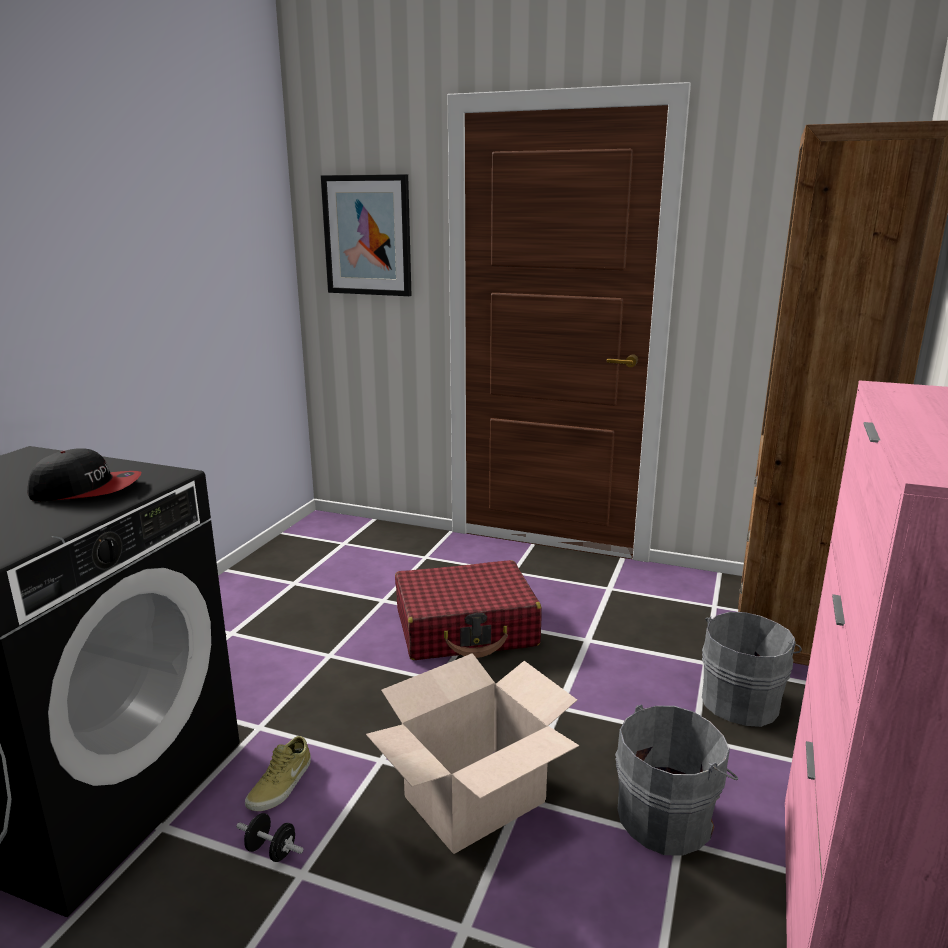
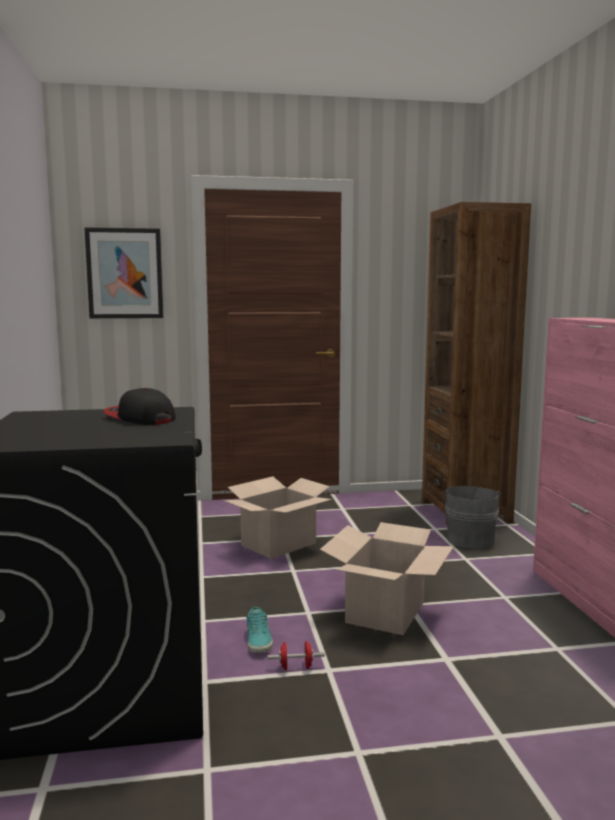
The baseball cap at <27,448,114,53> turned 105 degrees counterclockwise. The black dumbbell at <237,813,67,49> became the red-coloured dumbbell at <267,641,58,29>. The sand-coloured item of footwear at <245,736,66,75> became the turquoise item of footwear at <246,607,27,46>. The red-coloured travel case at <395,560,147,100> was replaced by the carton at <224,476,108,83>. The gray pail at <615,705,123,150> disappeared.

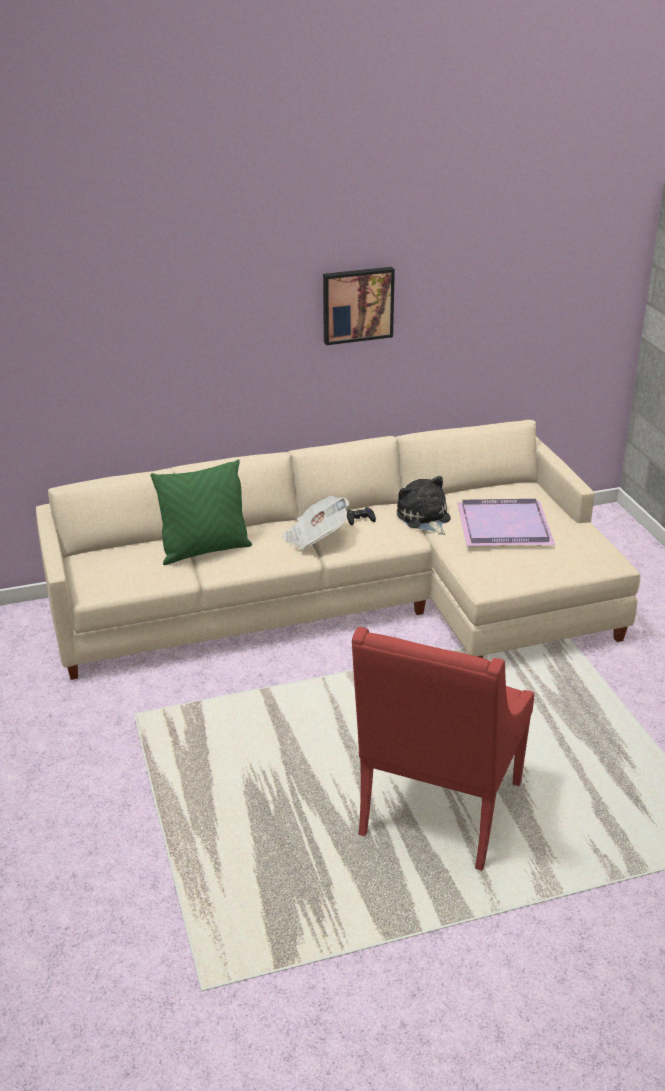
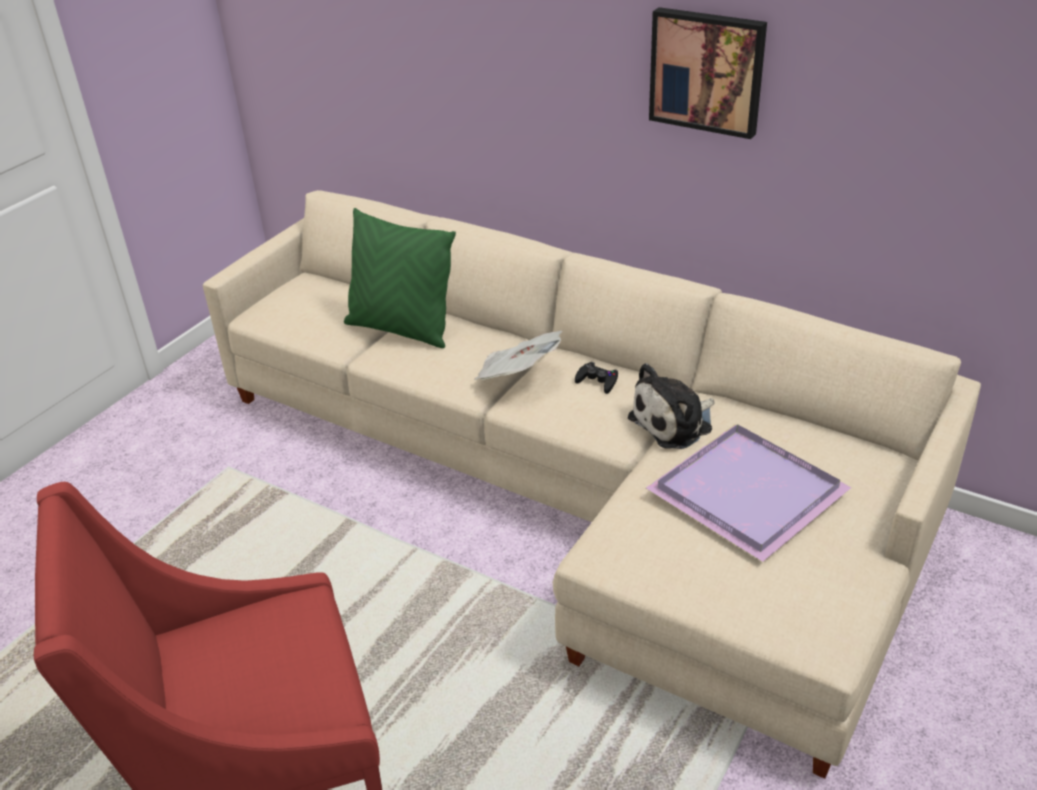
The plush toy at <397,476,54,59> turned 150 degrees counterclockwise.

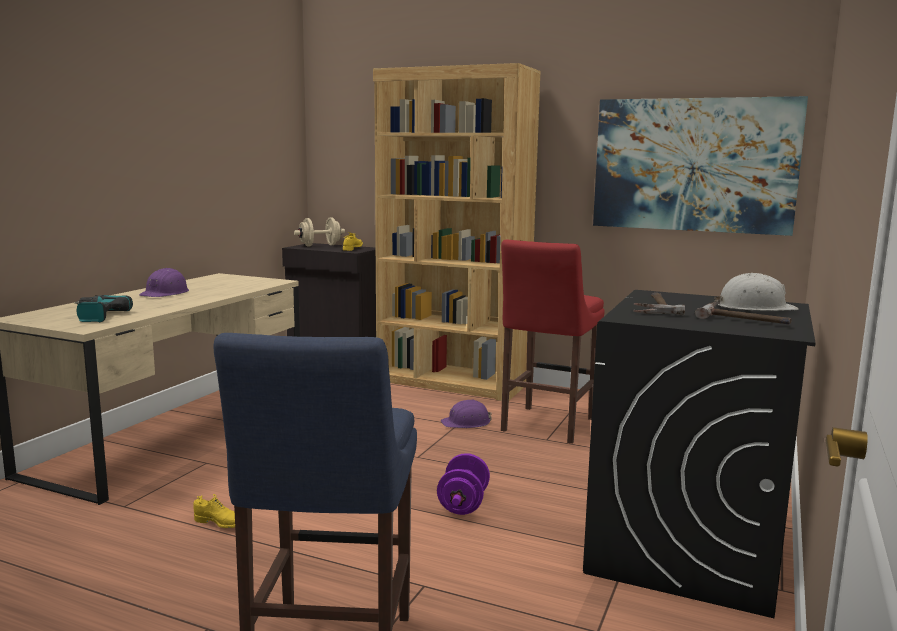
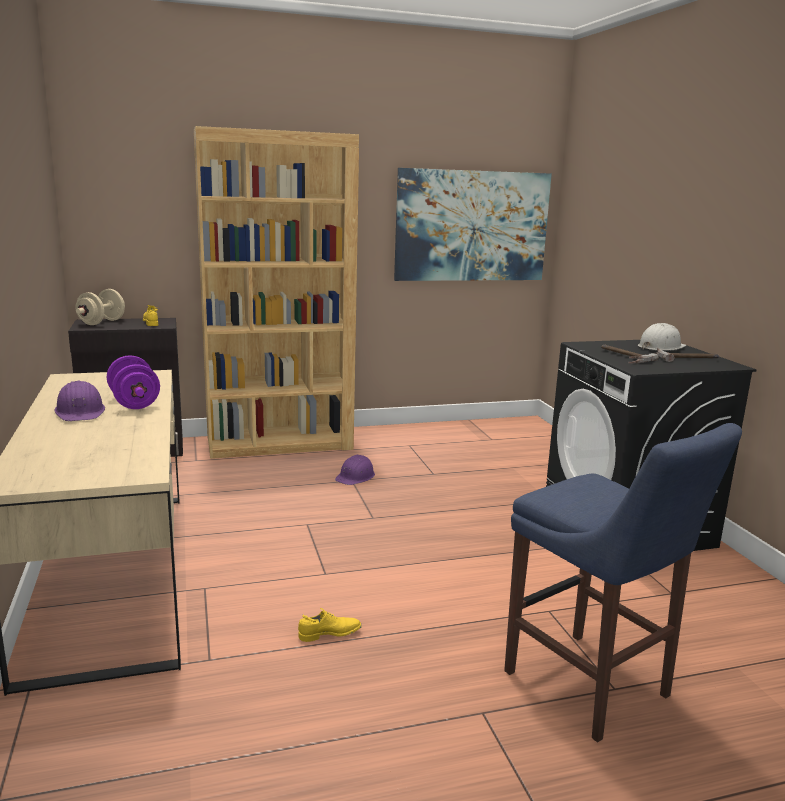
The power drill at <75,295,58,28> disappeared. The purple-coloured dumbbell moved from <437,453,53,62> to <107,355,53,54>. The red-coloured sitting stool at <501,240,104,204> disappeared.

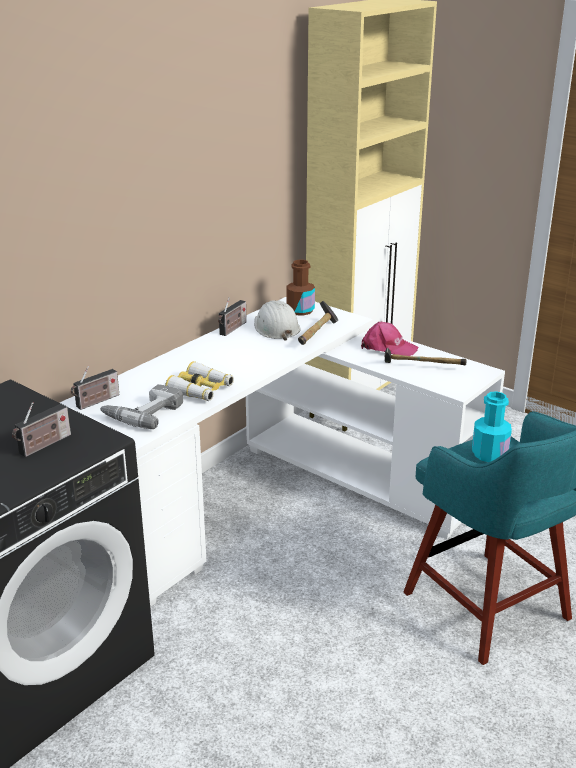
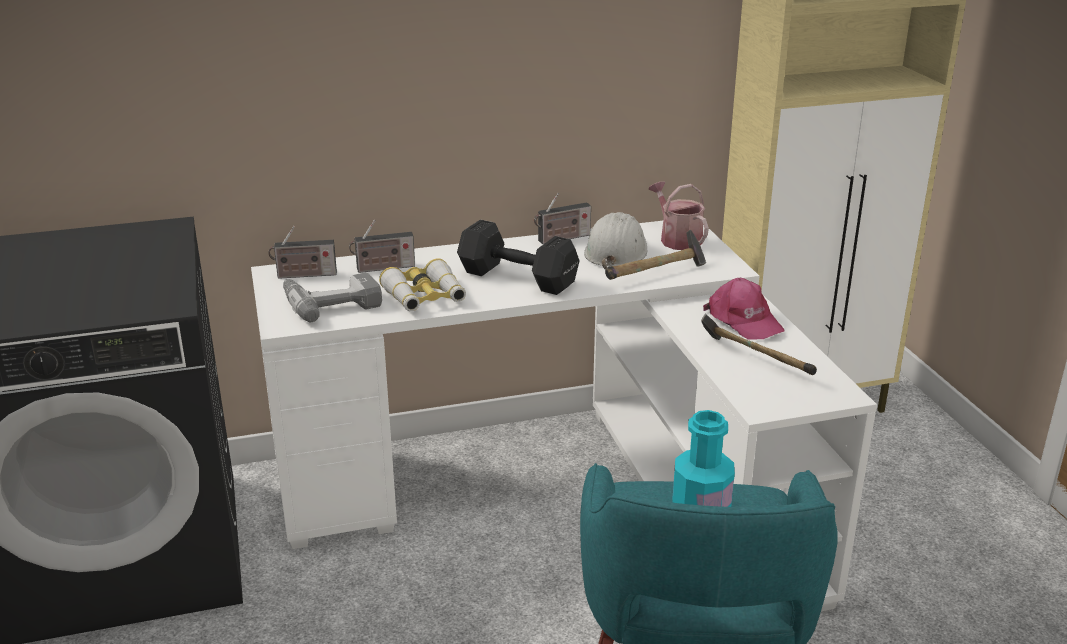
The radio receiver moved from <12,402,59,55> to <349,220,66,53>. The brownish drink bottle at <286,259,29,57> was replaced by the watering pot at <649,182,60,68>. The black dumbbell at <457,220,123,75> appeared.

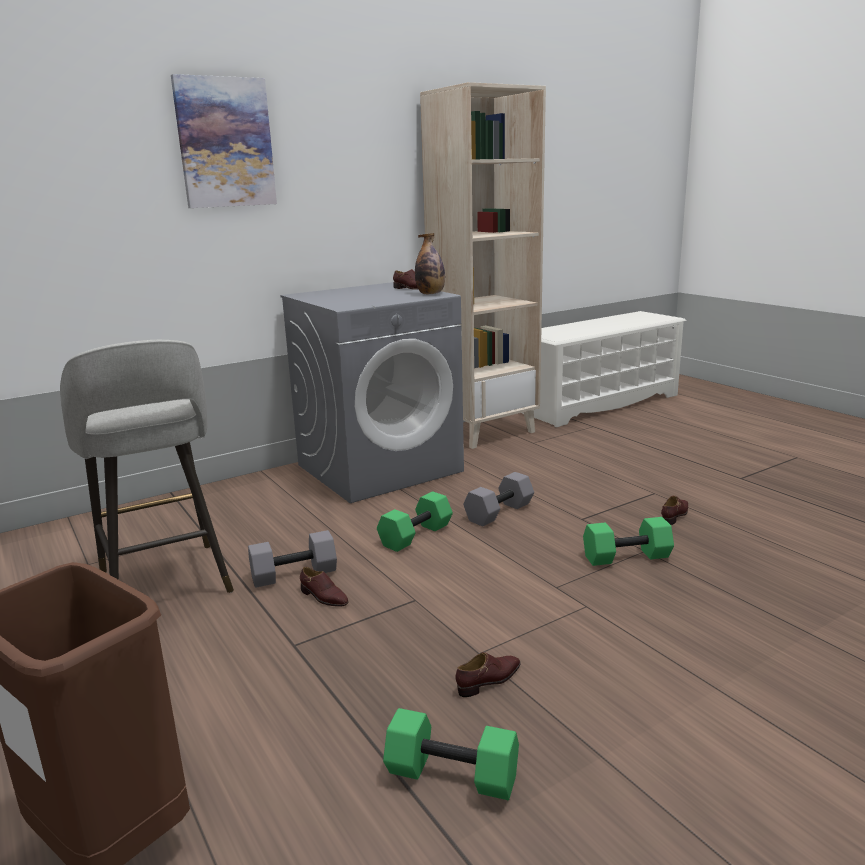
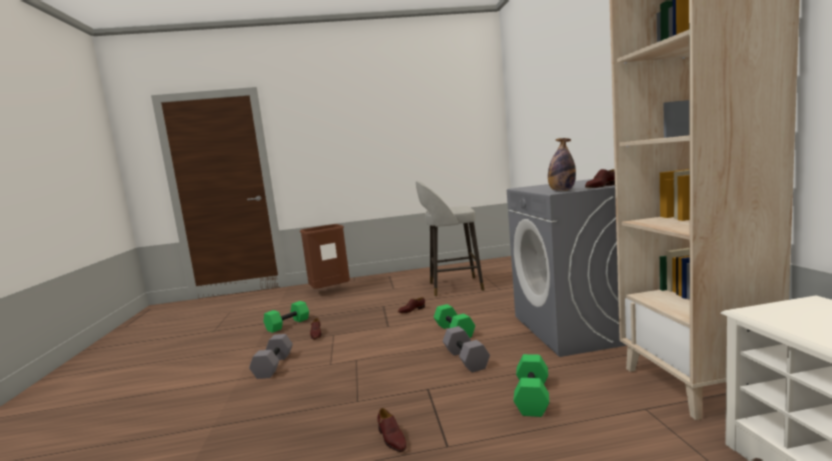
The picture at <171,74,106,134> disappeared. The gray dumbbell moved from <248,530,89,58> to <249,334,44,45>. The greenish dumbbell moved from <583,517,91,49> to <513,354,36,63>.

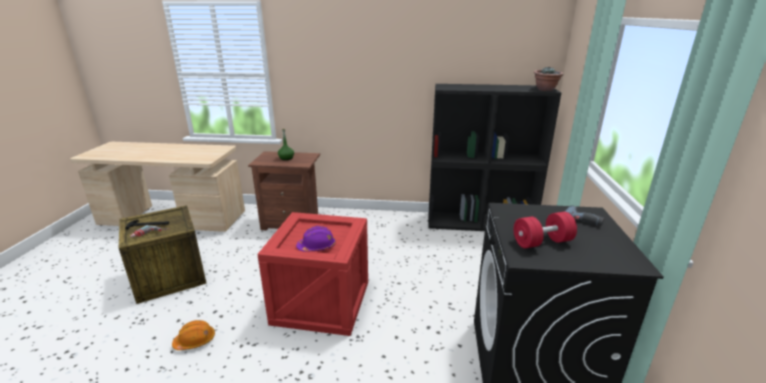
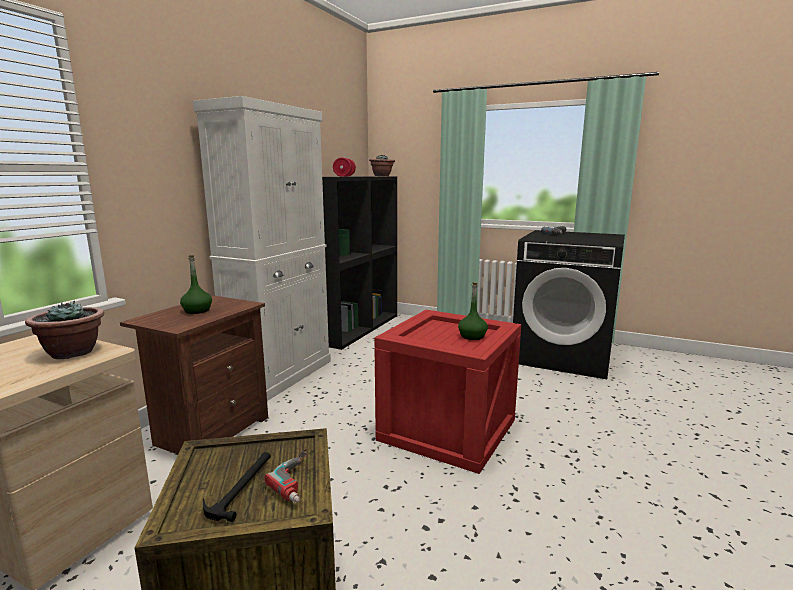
The orangey work helmet at <172,320,43,30> disappeared. The purple-coloured work helmet at <296,226,40,26> was replaced by the greenish drink bottle at <458,282,30,58>. The red-coloured dumbbell moved from <514,212,63,36> to <333,158,23,19>. The houseplant at <25,301,79,58> appeared. The whitish storage cabinet at <193,96,138,305> appeared.

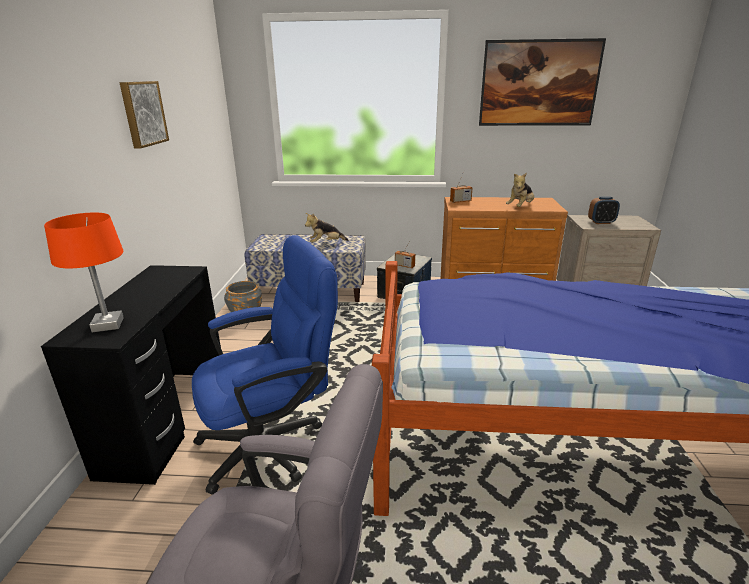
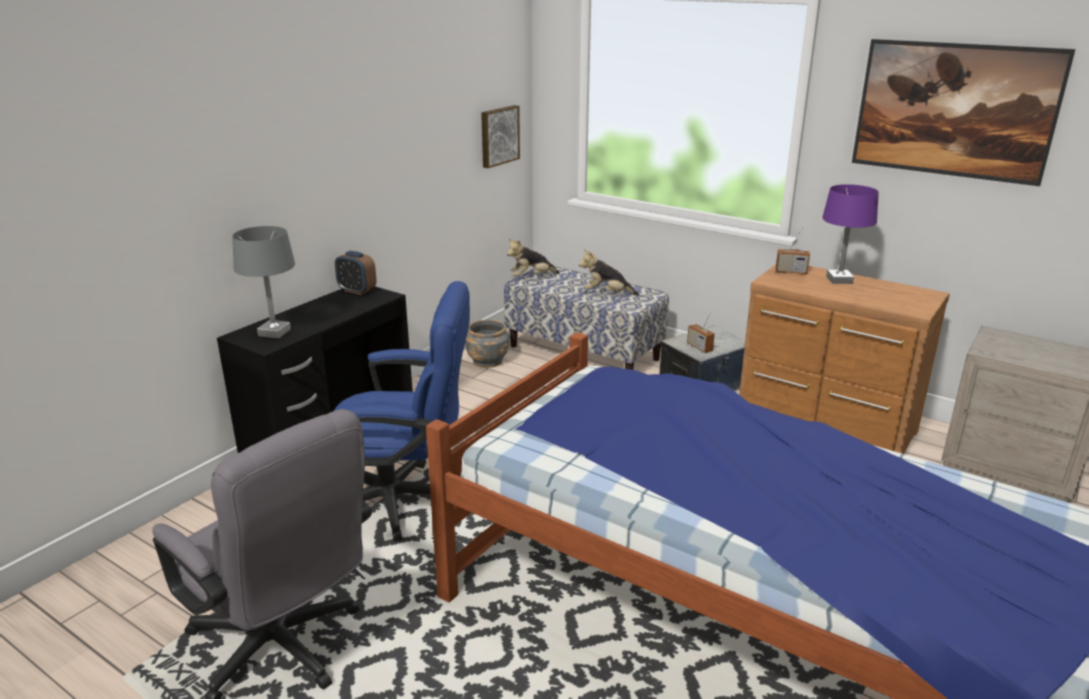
The orangey tabletop lamp at <44,213,80,119> became the gray tabletop lamp at <232,226,63,113>. The picture moved from <120,81,49,68> to <481,105,39,63>. The plush toy moved from <506,173,28,34> to <507,239,53,38>. The alarm clock moved from <588,196,32,28> to <335,251,41,44>. The purple-coloured tabletop lamp at <822,184,57,100> appeared.

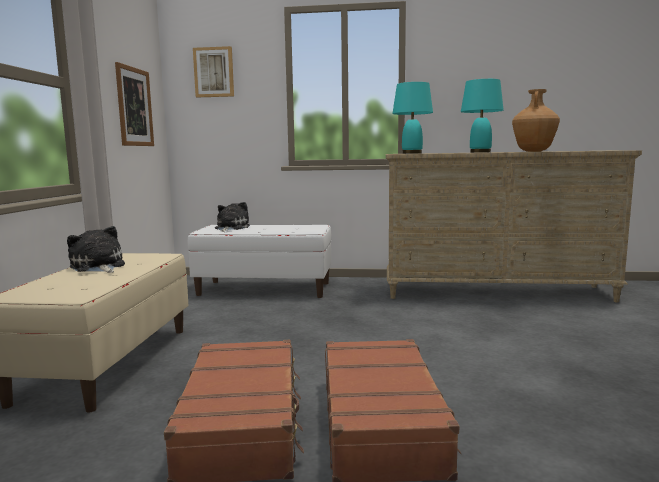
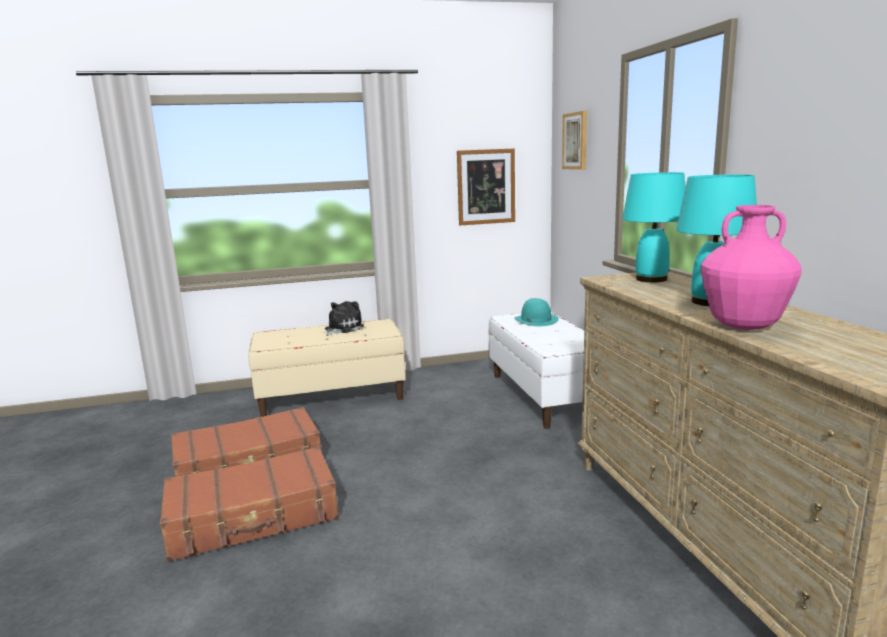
The plush toy at <215,202,35,30> was replaced by the turquoise wearable hat at <514,298,45,28>. The brownish vase at <512,89,48,63> became the pinkish vase at <701,205,101,125>.

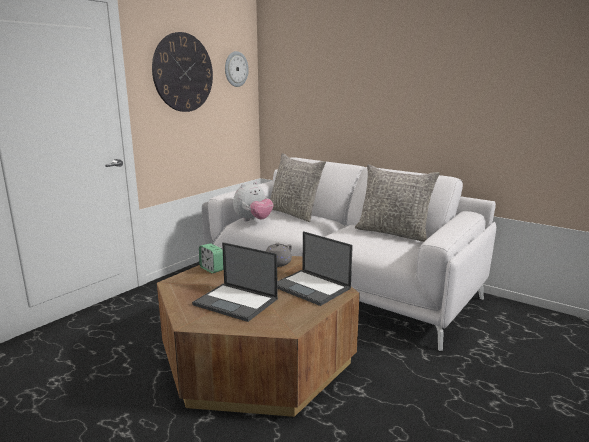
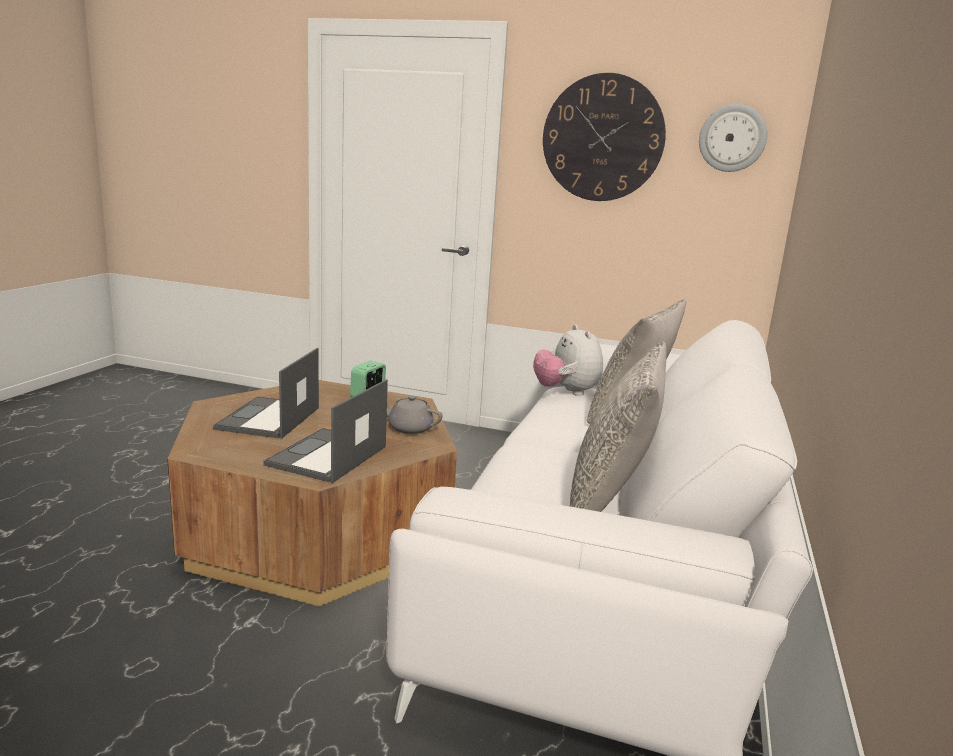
The plush toy at <233,181,40,40> turned 45 degrees clockwise.

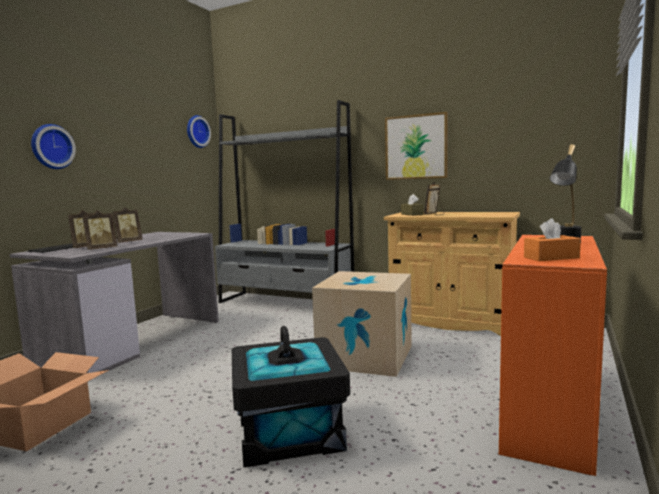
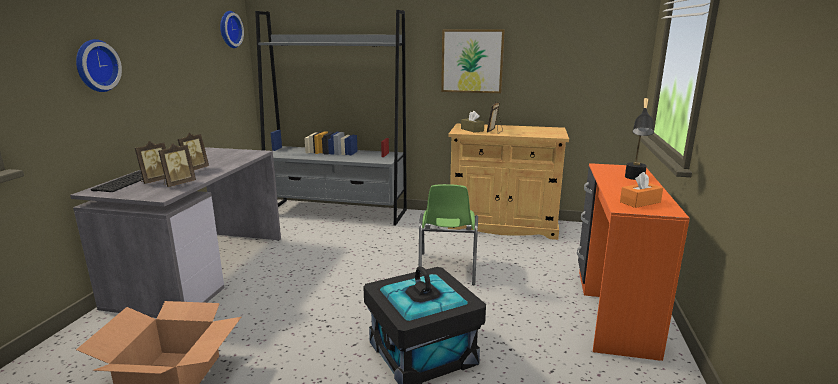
The carton at <312,271,100,106> was replaced by the greenish plain chair at <419,184,59,101>.

